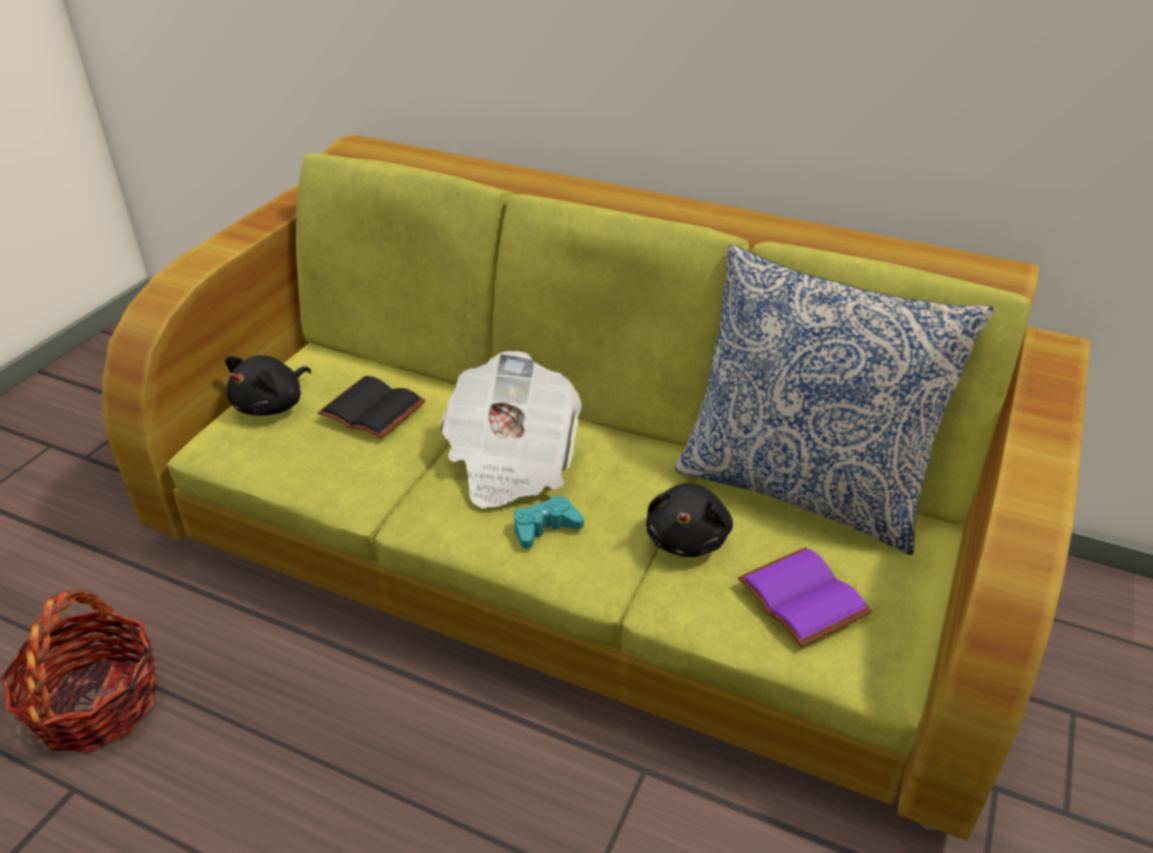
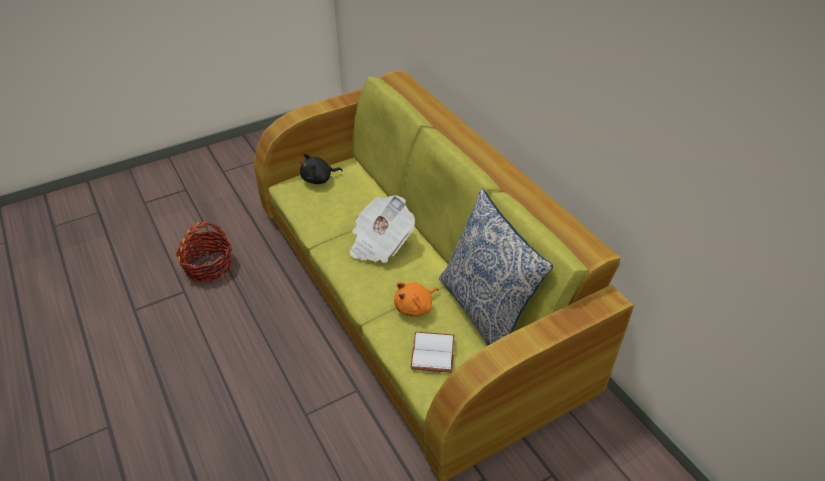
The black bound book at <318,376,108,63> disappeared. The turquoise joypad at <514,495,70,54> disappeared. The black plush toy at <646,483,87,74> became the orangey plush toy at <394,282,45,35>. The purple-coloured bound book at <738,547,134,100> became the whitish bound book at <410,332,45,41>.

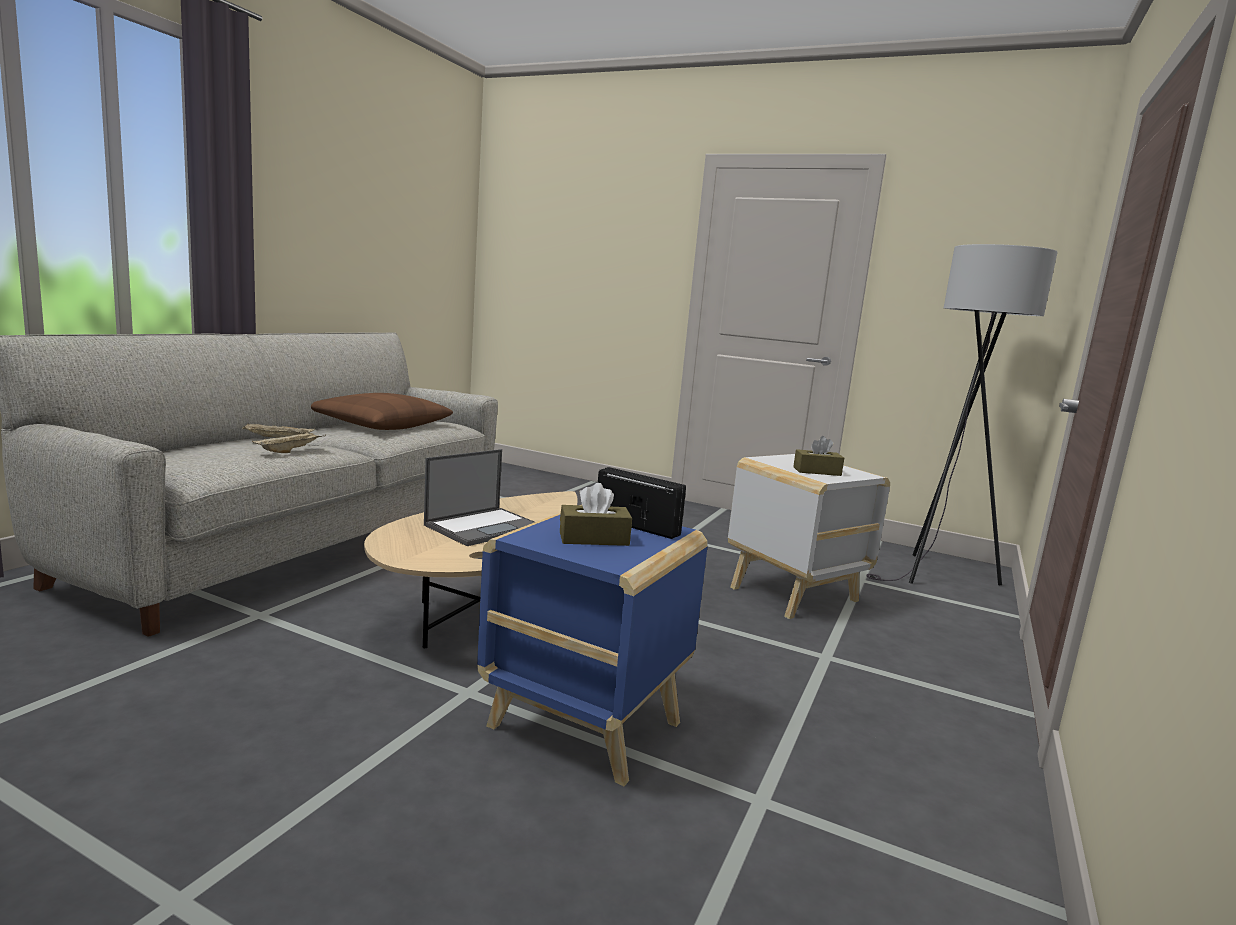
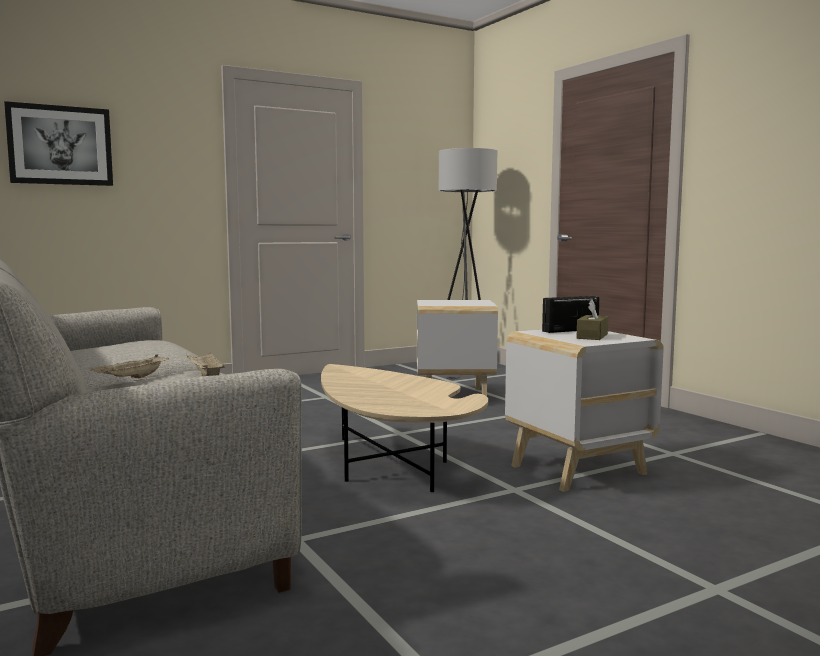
The brownish pillow at <311,393,142,37> disappeared. The notebook computer at <424,449,110,97> disappeared. The blue-coloured accent table at <477,513,231,273> became the whitish accent table at <505,329,159,163>. The brownish tissue box at <793,436,51,40> disappeared. The picture at <4,101,109,85> appeared.

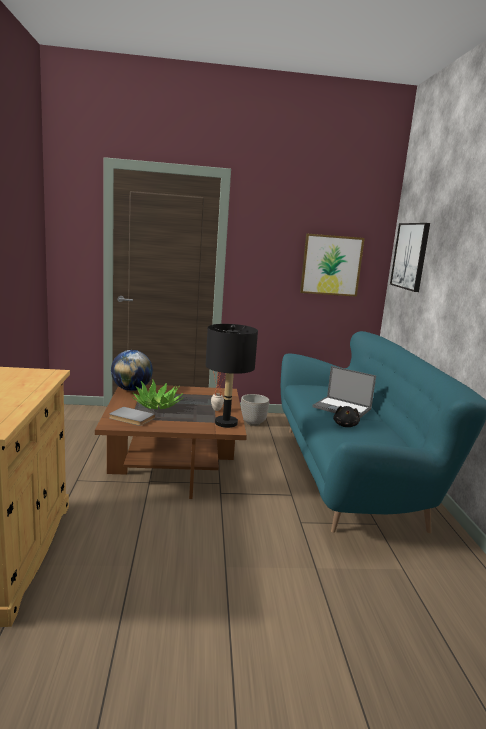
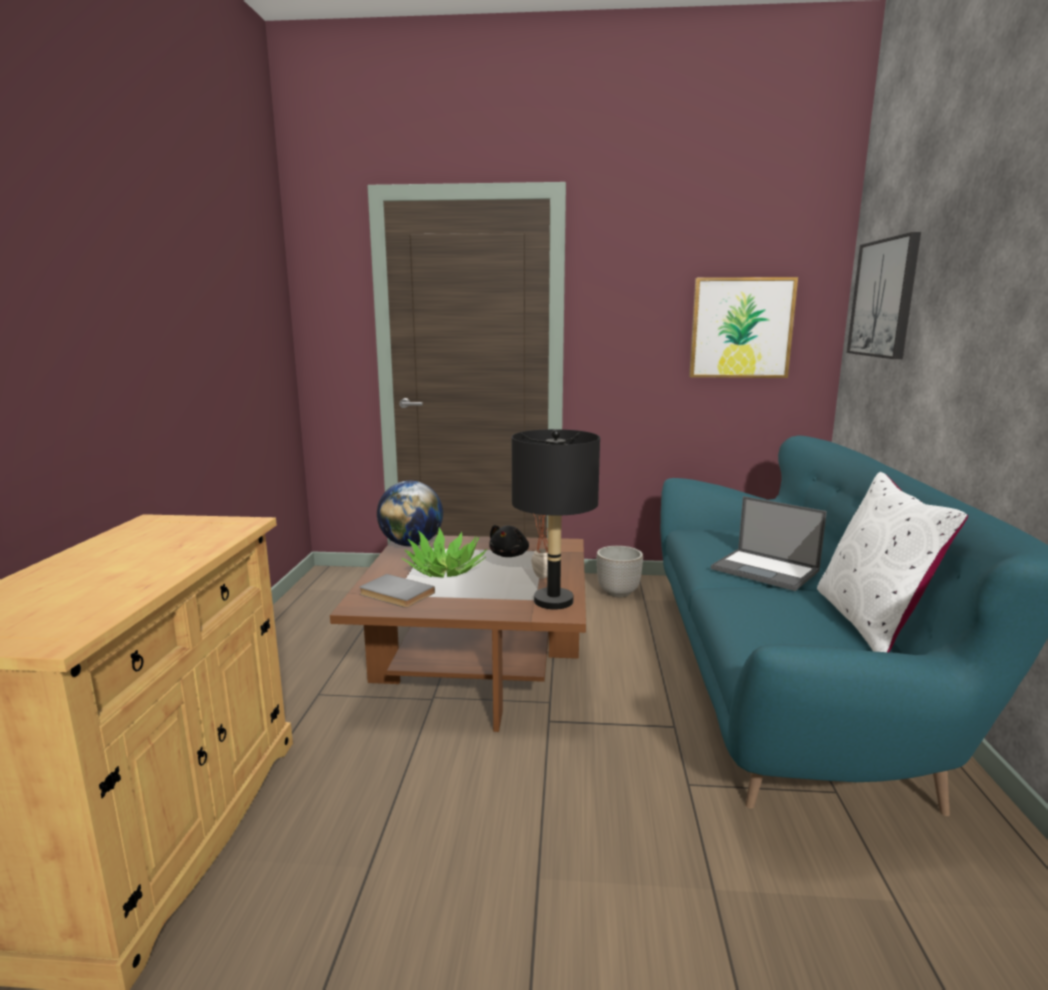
The black plush toy moved from <333,406,27,21> to <489,525,40,32>. The whitish pillow at <817,472,151,180> appeared.

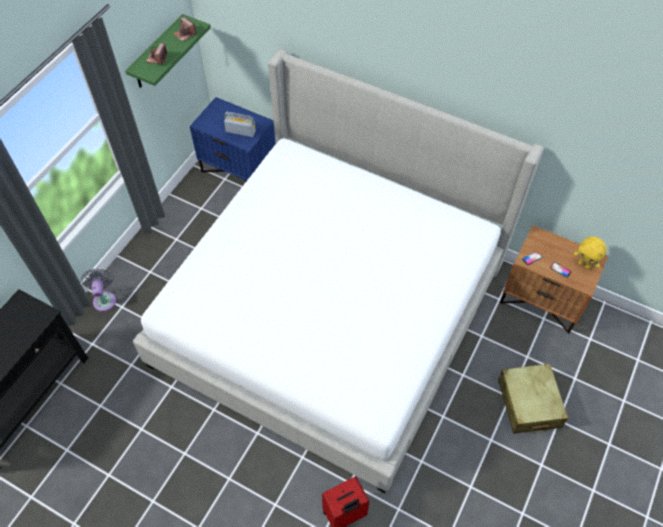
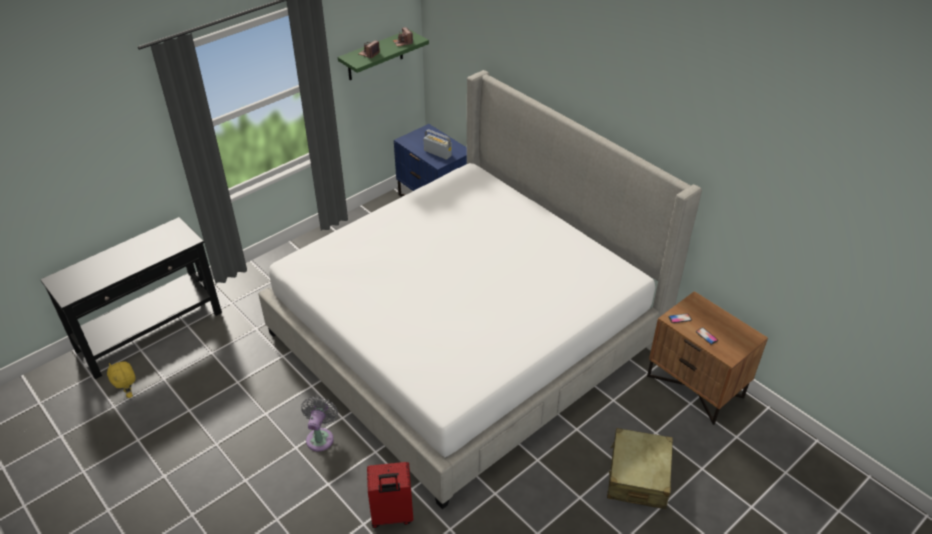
The gray cooling fan moved from <81,269,35,43> to <301,396,37,55>. The yellowish plush toy moved from <574,236,33,33> to <107,361,29,37>.

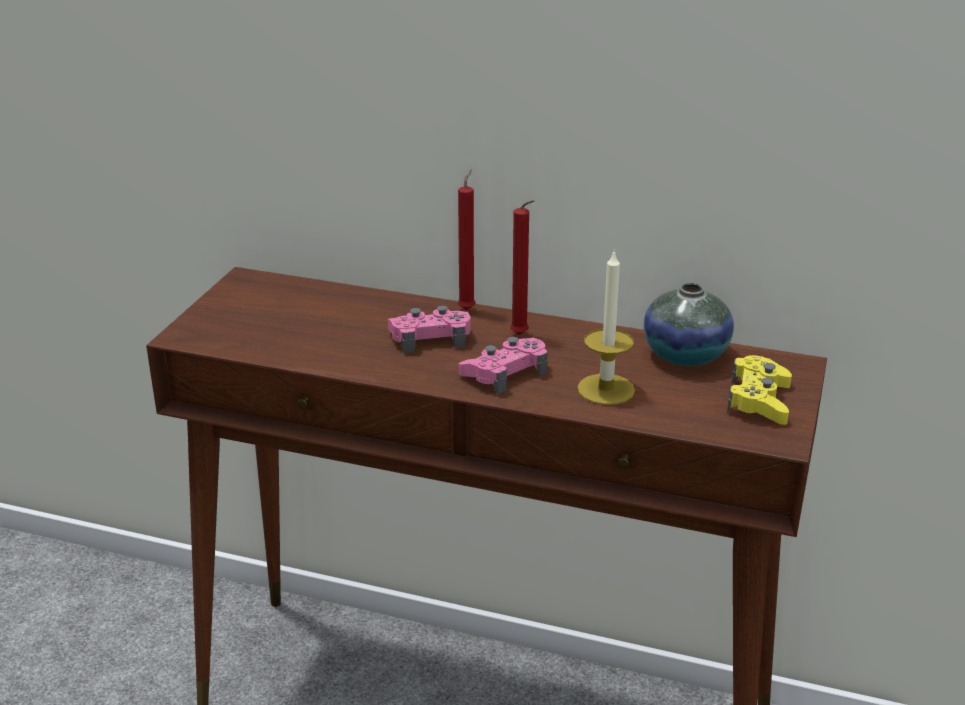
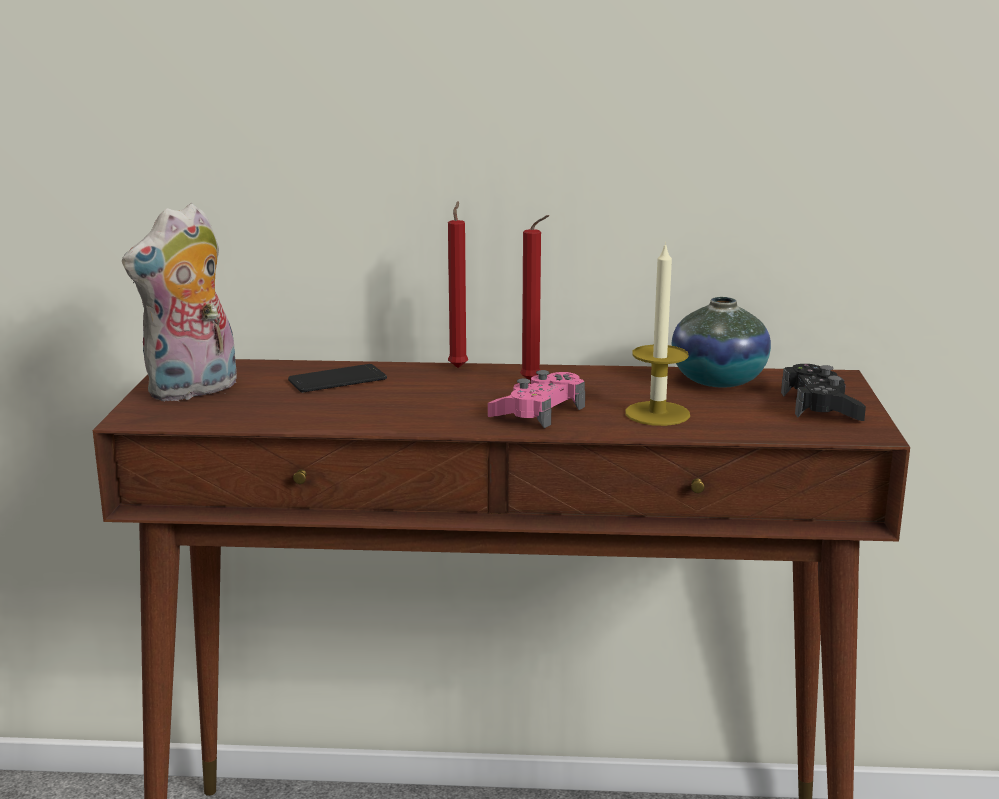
The pinkish joypad at <388,305,82,48> disappeared. The yellowish joypad at <727,355,65,70> became the black joypad at <781,364,85,57>. The plush toy at <122,203,115,198> appeared. The telephone at <288,364,99,29> appeared.

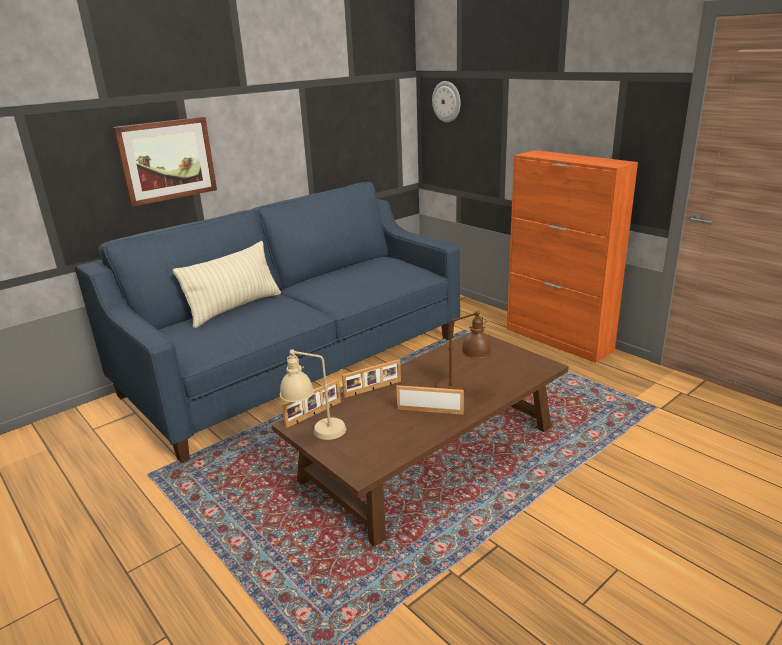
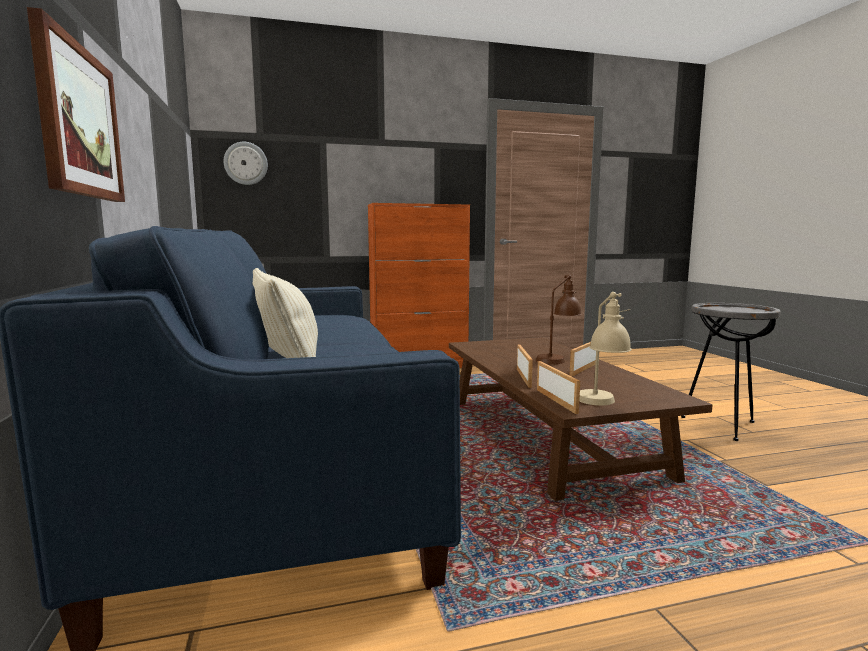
The gray accent table at <681,303,100,138> appeared.

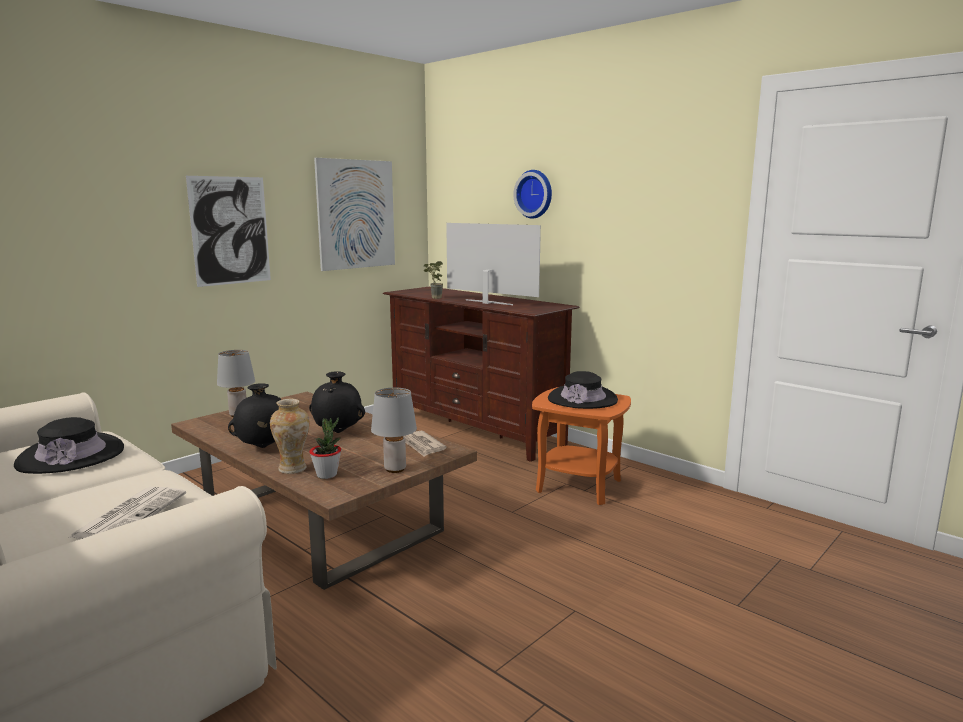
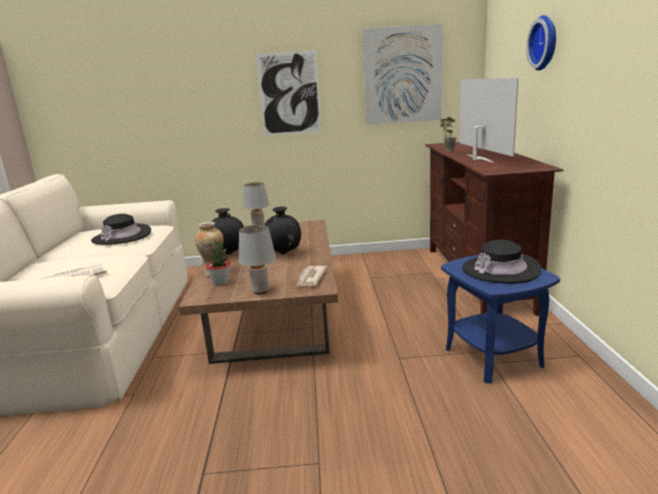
The orangey accent table at <532,387,99,118> became the blue-coloured accent table at <441,255,119,129>.

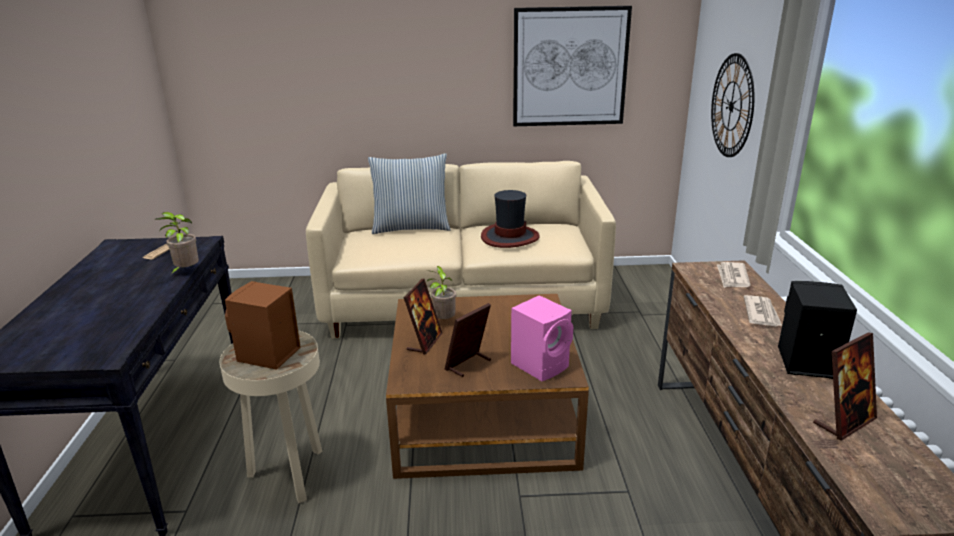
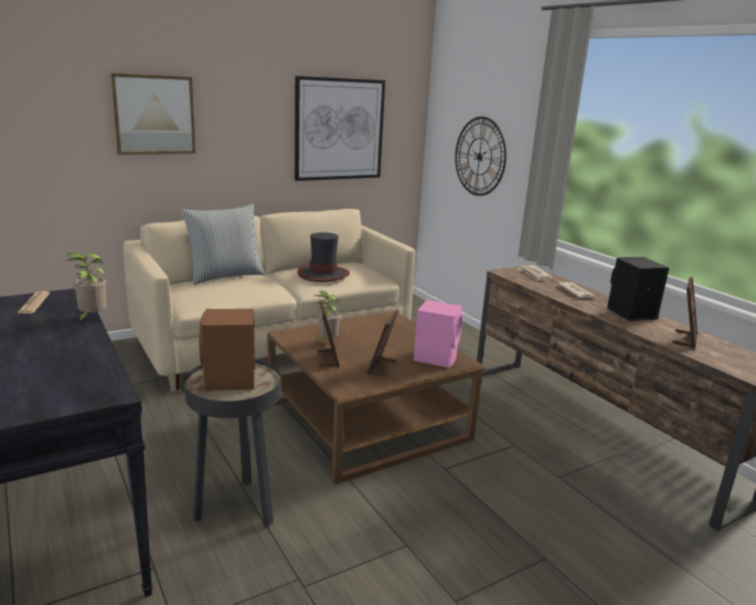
The sand-coloured accent table at <220,330,102,173> became the black accent table at <184,359,97,167>. The picture at <110,73,86,82> appeared.

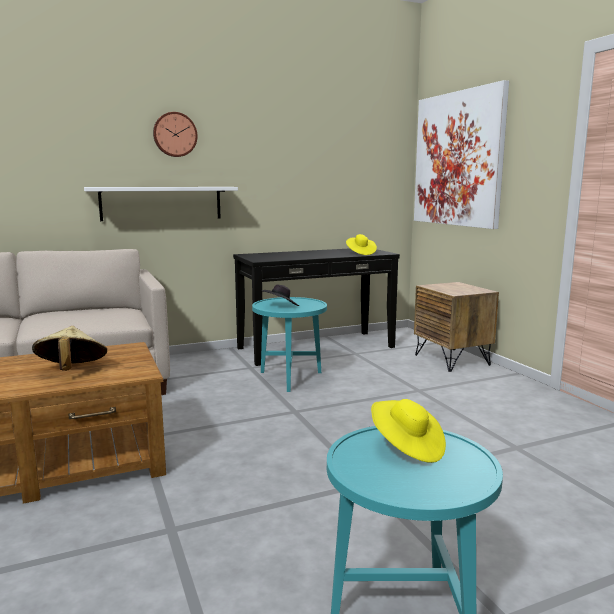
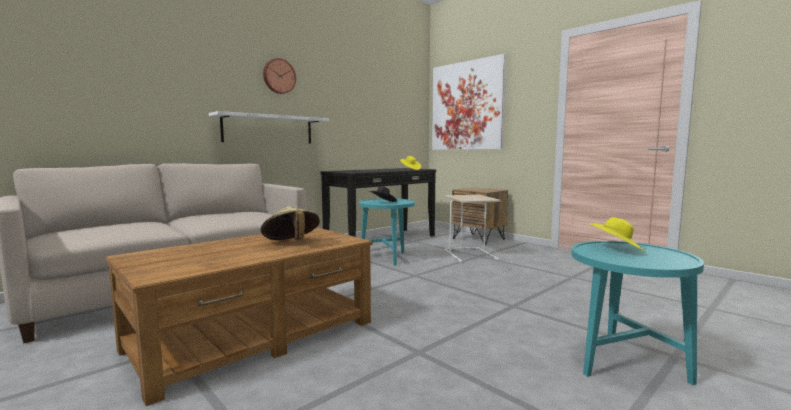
The sand-coloured accent table at <445,195,56,67> appeared.

